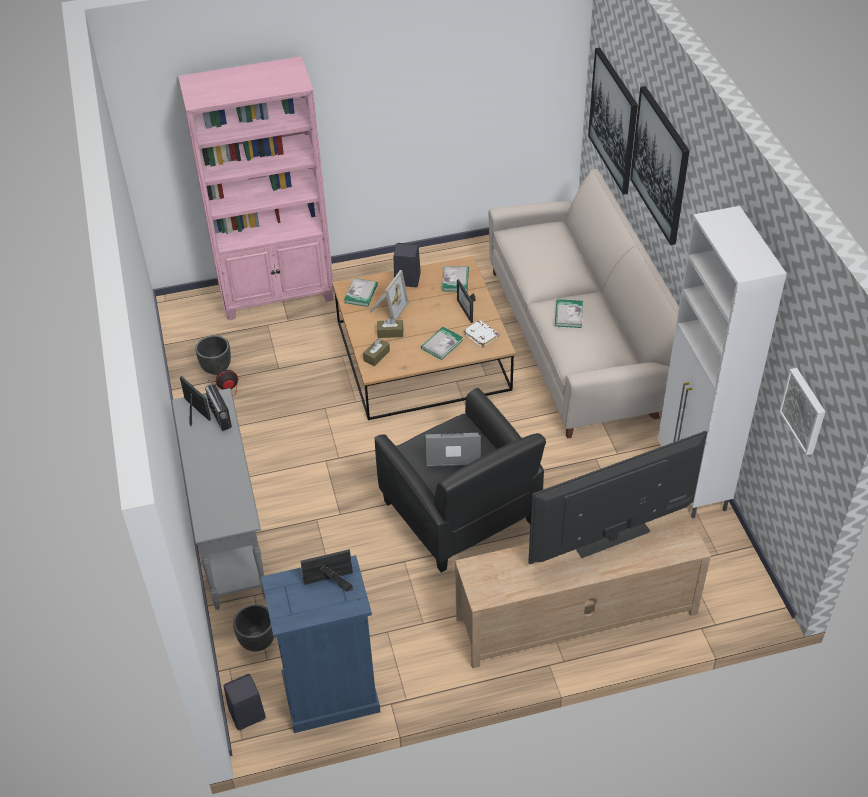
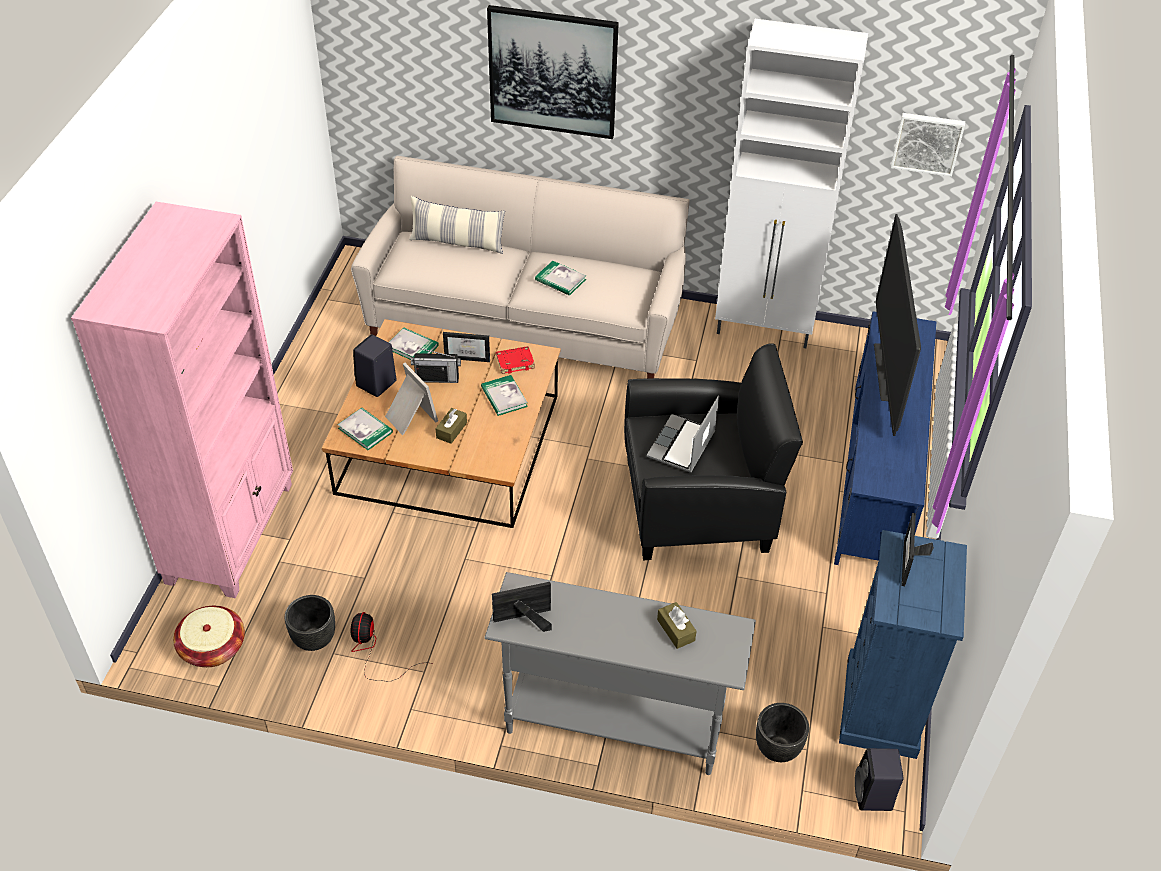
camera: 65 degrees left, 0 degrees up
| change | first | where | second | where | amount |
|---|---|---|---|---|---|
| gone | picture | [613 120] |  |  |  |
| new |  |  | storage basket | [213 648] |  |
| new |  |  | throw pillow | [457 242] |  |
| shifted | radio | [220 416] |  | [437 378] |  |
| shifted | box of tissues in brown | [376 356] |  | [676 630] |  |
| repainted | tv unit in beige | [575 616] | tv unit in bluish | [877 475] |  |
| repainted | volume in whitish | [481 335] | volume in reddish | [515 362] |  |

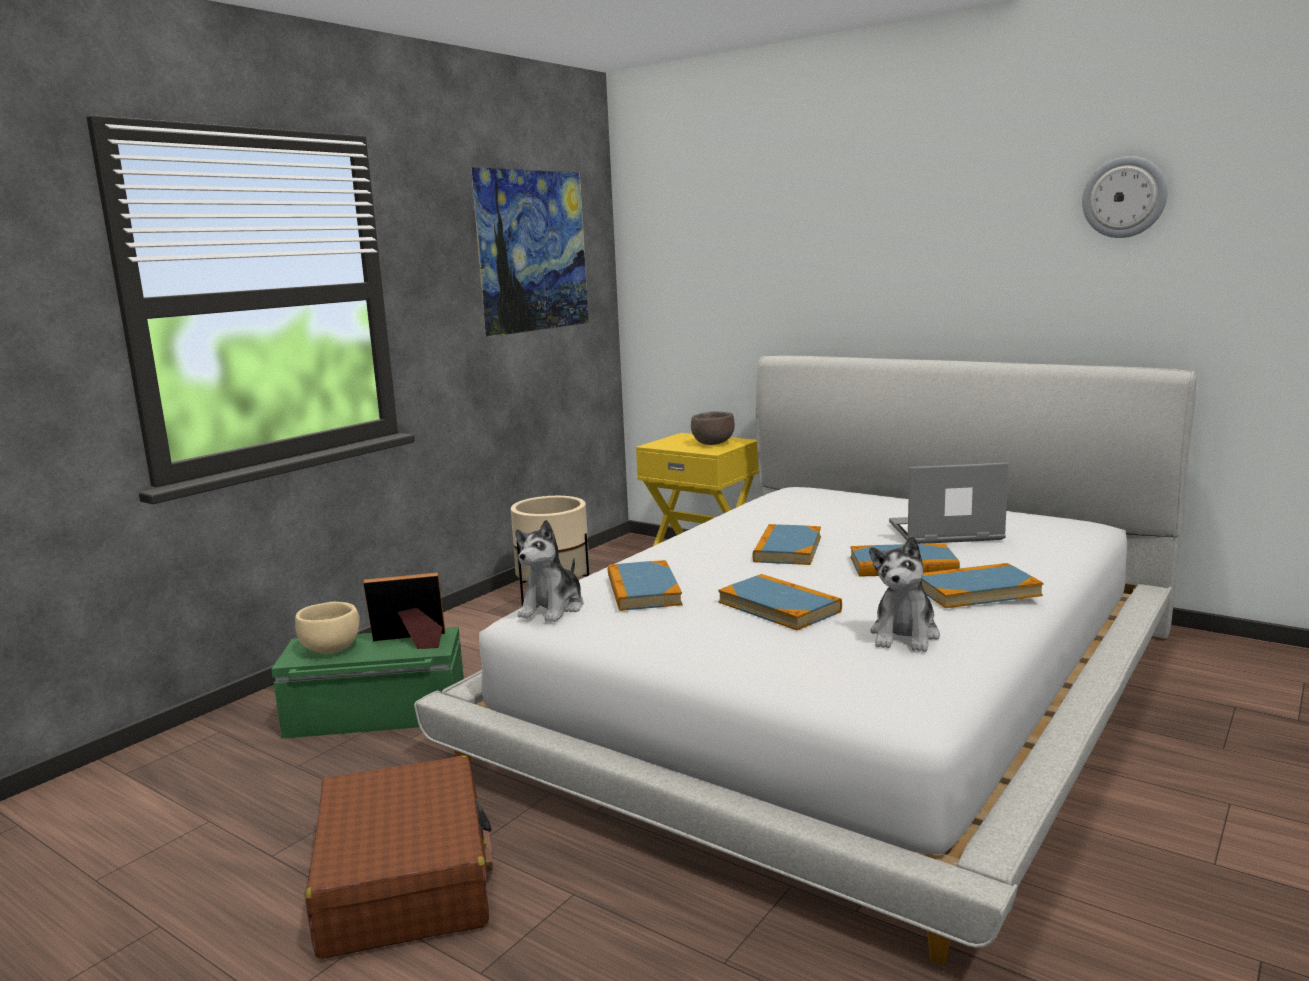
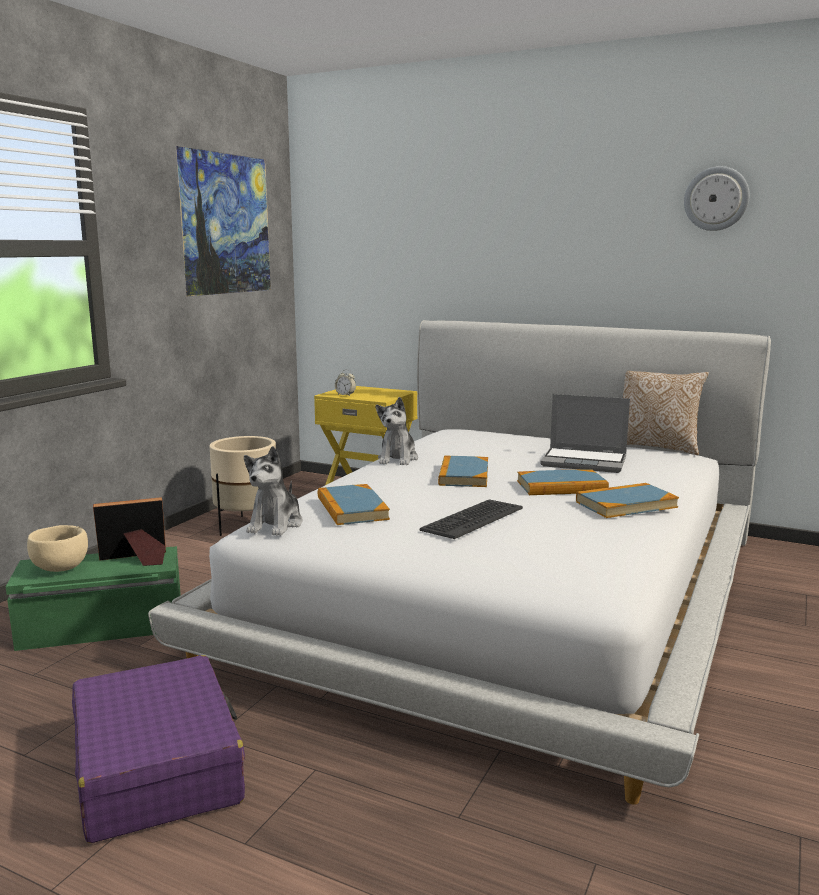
camera: 10 degrees left, 0 degrees up
| change | first | where | second | where | amount |
|---|---|---|---|---|---|
| gone | serving bowl in brown | [713 444] |  |  |  |
| new |  |  | table clock | [345 395] |  |
| new |  |  | throw pillow | [656 447] |  |
| shifted | soft toy | [905 635] |  | [398 459] |  |
| swapped | volume | [779 607] | computer keyboard | [472 519] |  |
| repainted | travel case in brown | [405 879] | travel case in purple | [157 767] |  |
| rotated | notebook computer | [944 533] |  | [585 462] | 150 degrees counterclockwise |

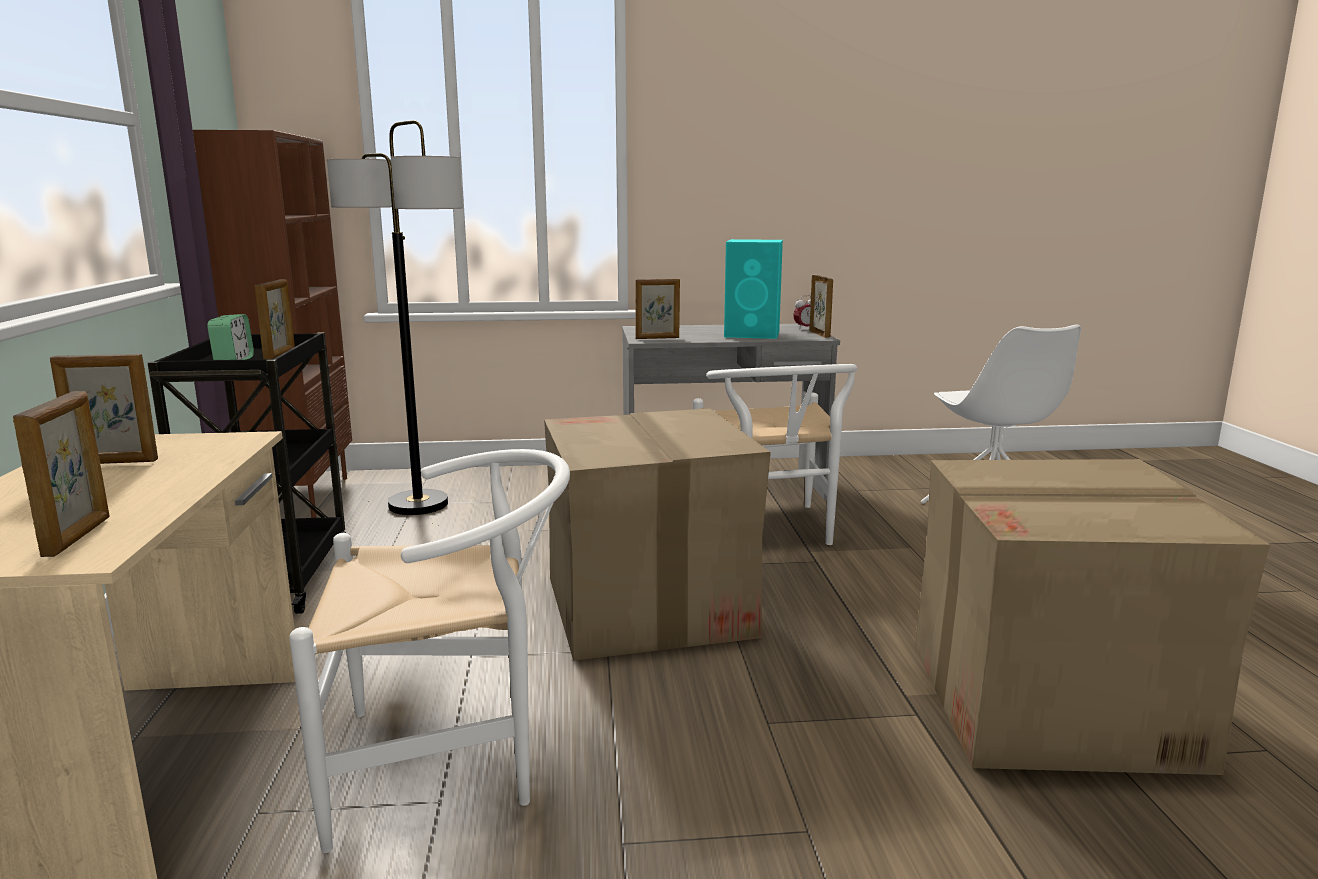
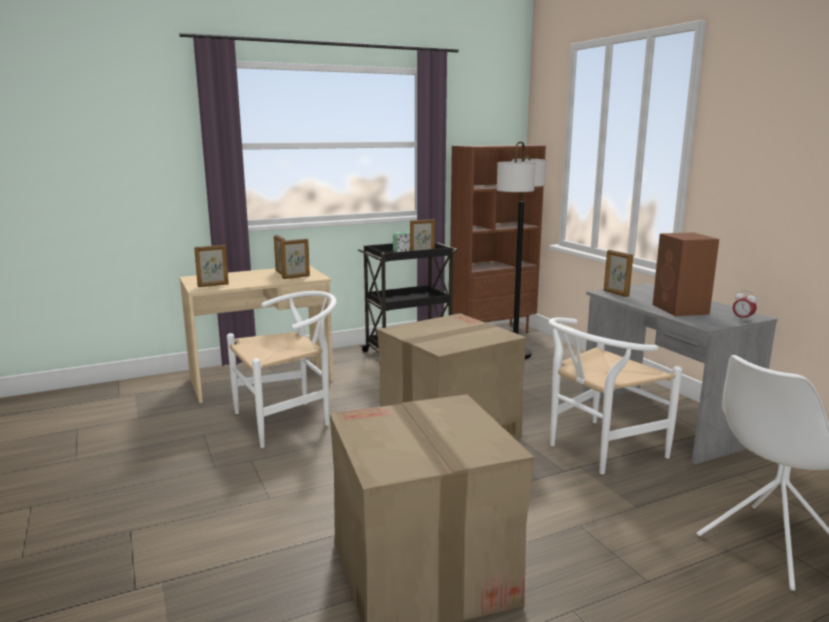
camera: 70 degrees right, 0 degrees up
| change | first | where | second | where | amount |
|---|---|---|---|---|---|
| shifted | standing frame | [819 334] |  | [296 277] |  |
| repainted | loudspeaker in turquoise-coloured | [753 334] | loudspeaker in brown | [681 310] |  |
| rotated | plain chair in whitish | [454 762] |  | [290 419] | 90 degrees counterclockwise |

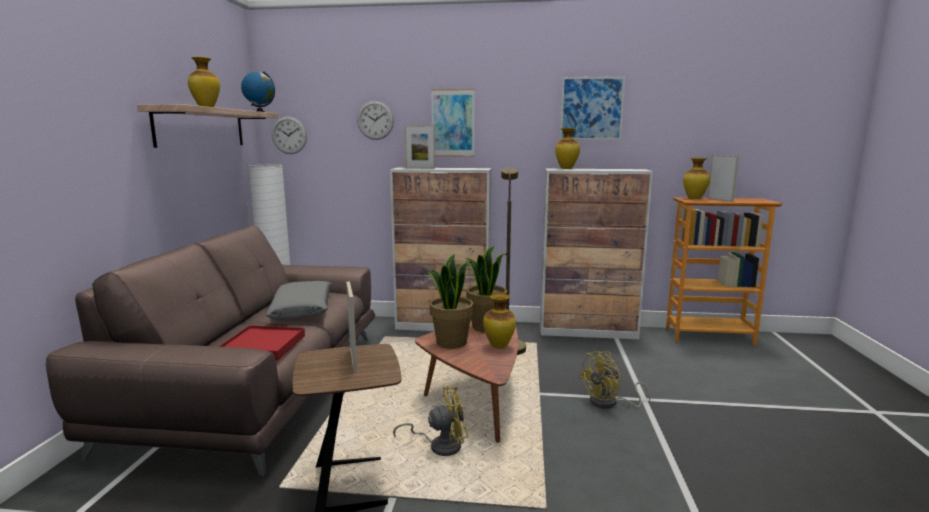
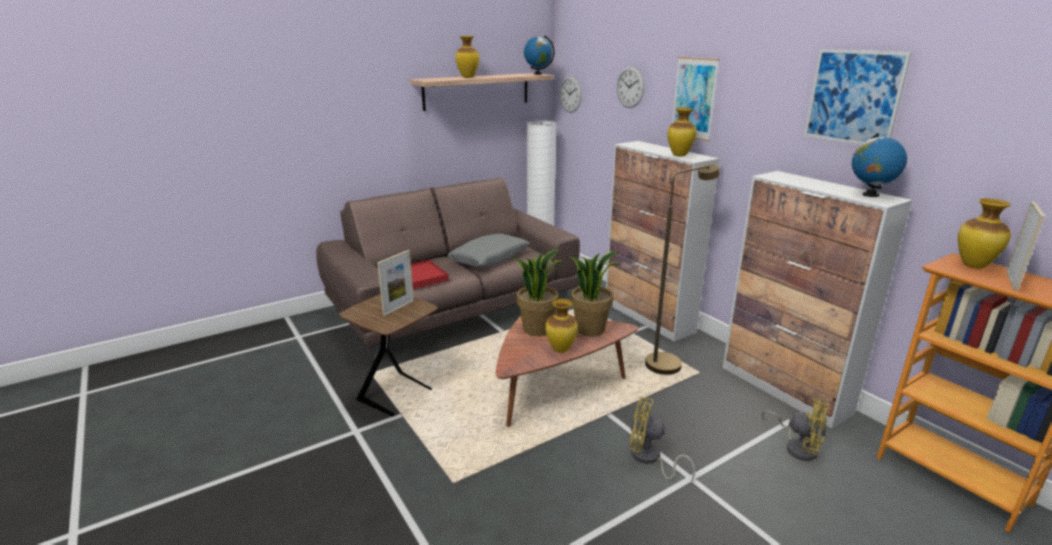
camera: 50 degrees right, 10 degrees up
| change | first | where | second | where | amount |
|---|---|---|---|---|---|
| gone | standing frame | [420 168] |  |  |  |
| new |  |  | world globe | [870 195] |  |
| shifted | electric fan in yellowish | [440 446] |  | [797 447] |  |
| shifted | decorative vase | [567 168] |  | [679 155] |  |

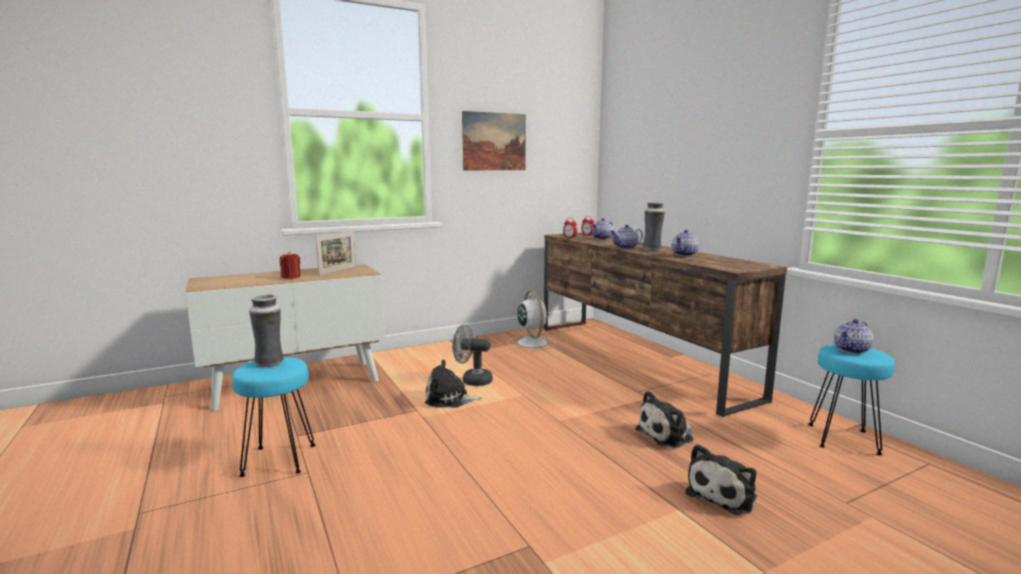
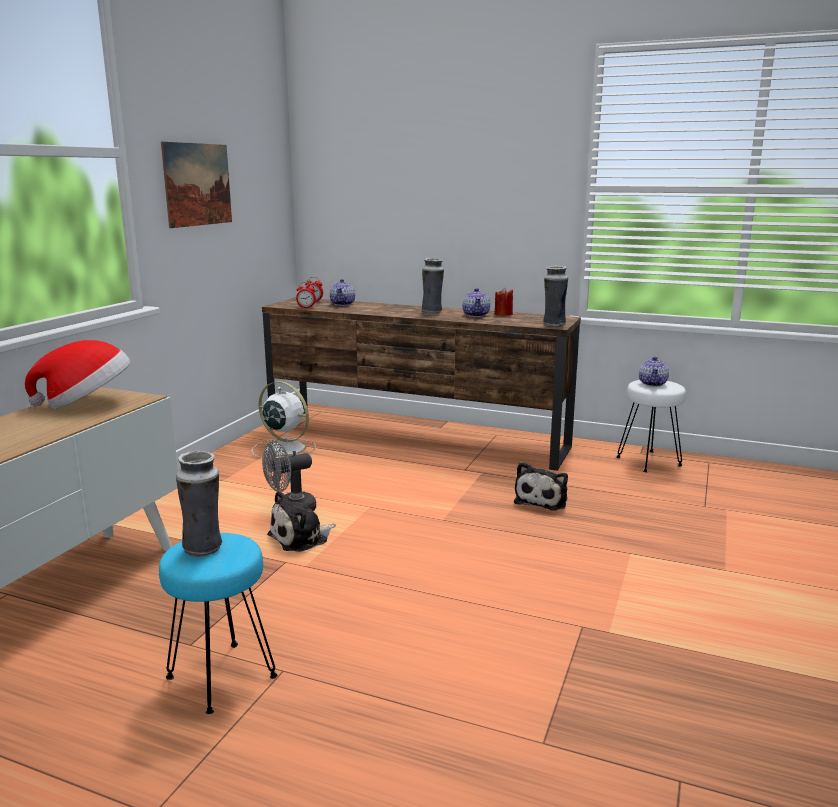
camera: 40 degrees left, 5 degrees up
| change | first | where | second | where | amount |
|---|---|---|---|---|---|
| gone | tea pot | [626 247] |  |  |  |
| gone | soft toy | [723 494] |  |  |  |
| new |  |  | decorative vase | [553 325] |  |
| shifted | wax candle in reddish | [291 277] |  | [503 314] |  |
| swapped | standing frame | [338 271] | clothing hat | [87 403] |  |
| repainted | sitting stool in turquoise-coloured | [844 439] | sitting stool in whitish | [649 461] |  |

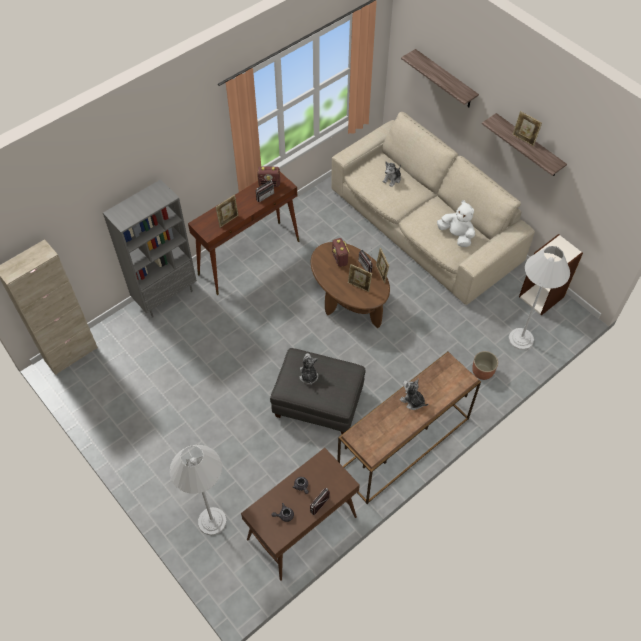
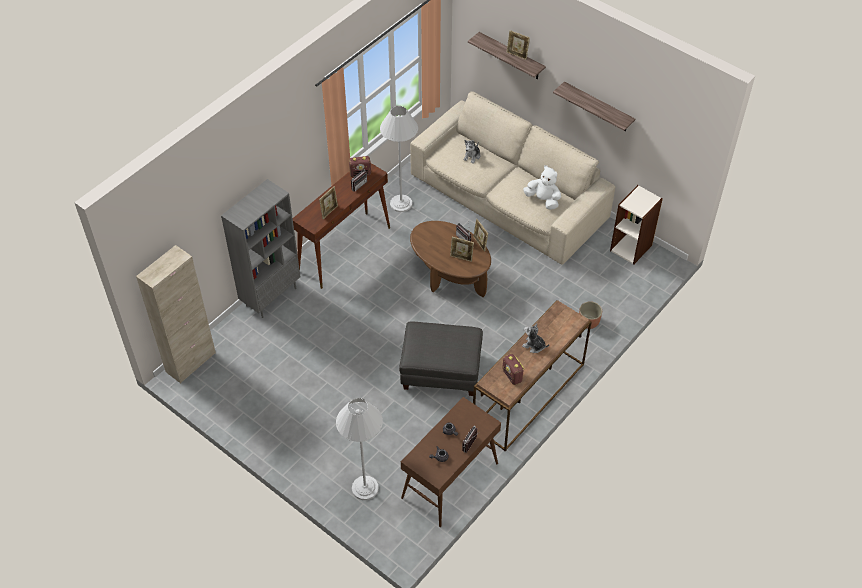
camera: 10 degrees left, 5 degrees down
| change | first | where | second | where | amount |
|---|---|---|---|---|---|
| gone | soft toy | [308 376] |  |  |  |
| shifted | radio | [340 259] |  | [512 376] |  |
| shifted | standing lamp in whitish | [521 339] |  | [401 203] |  |
| shifted | standing frame | [523 139] |  | [517 55] |  |

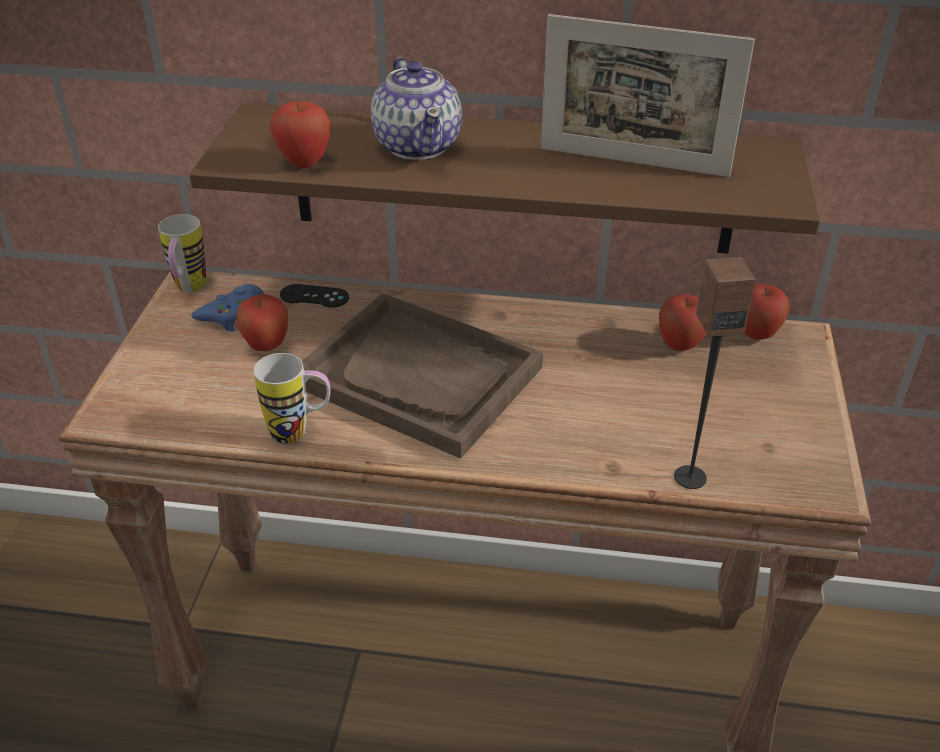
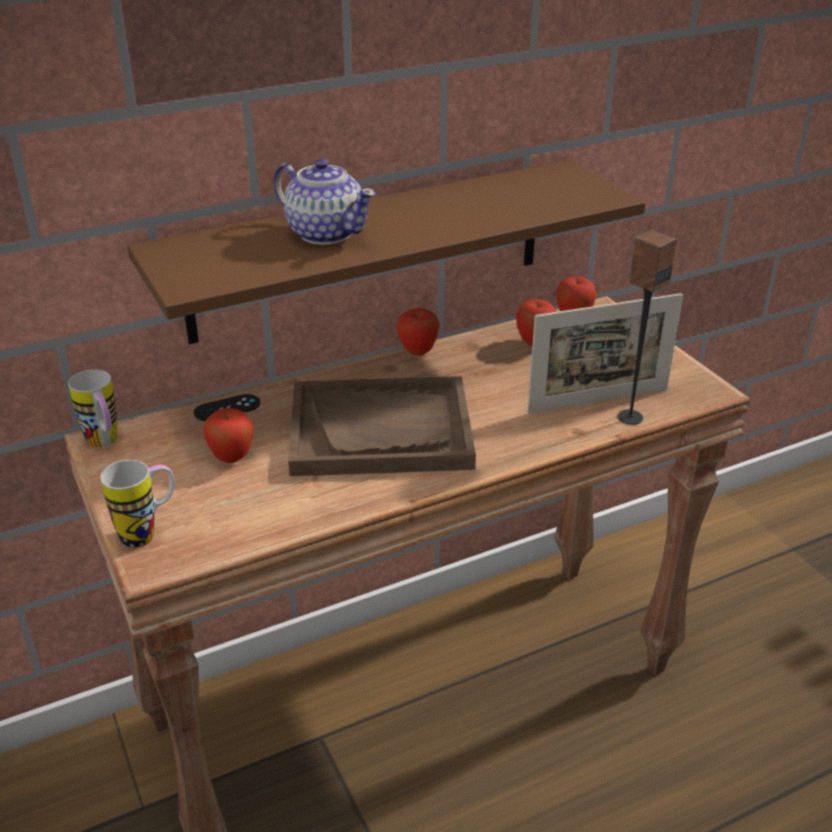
camera: 35 degrees left, 5 degrees down
| change | first | where | second | where | amount |
|---|---|---|---|---|---|
| gone | joypad in bluish | [234 313] |  |  |  |
| shifted | coffee mug | [300 432] |  | [148 532] |  |
| shifted | apple | [304 163] |  | [418 352] |  |
| shifted | standing frame | [633 162] |  | [598 401] |  |

